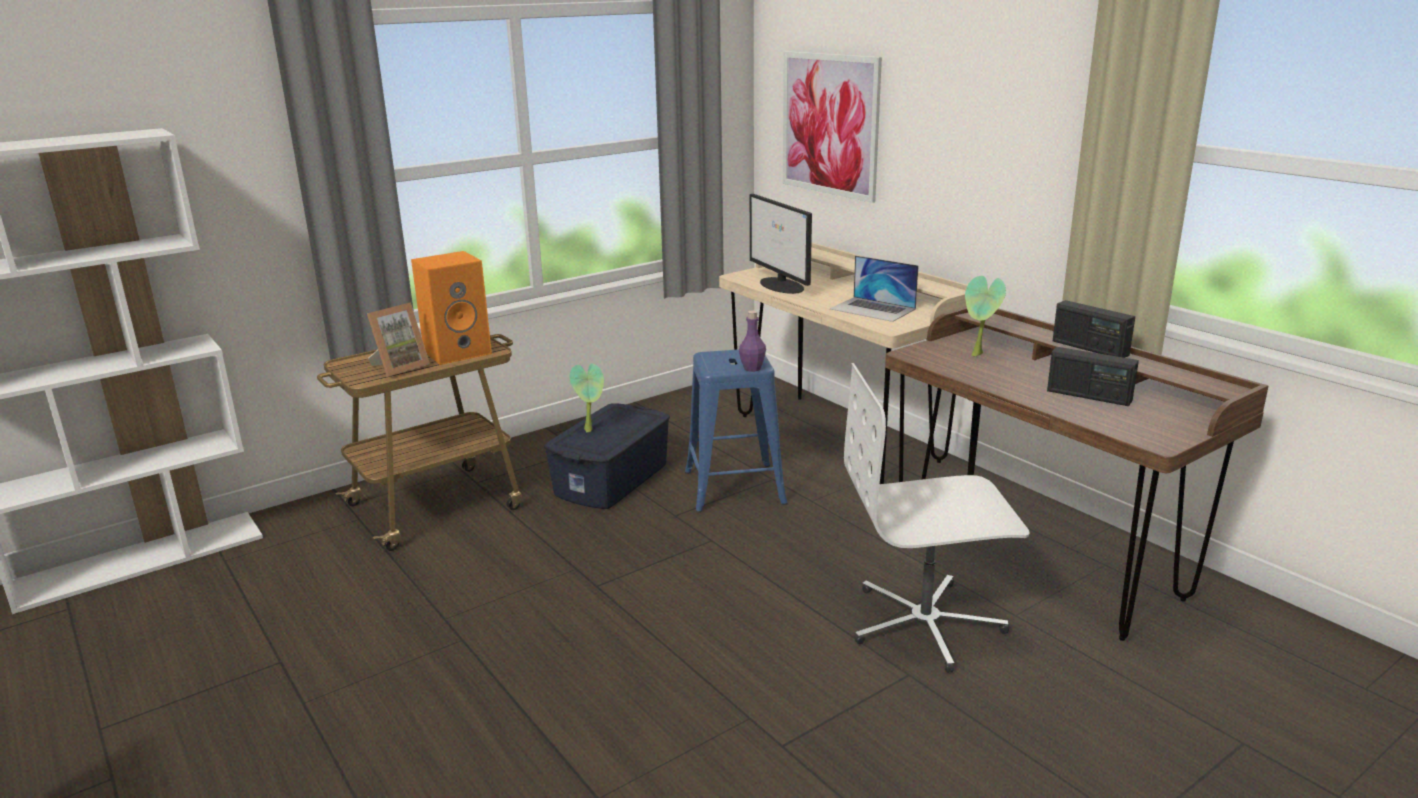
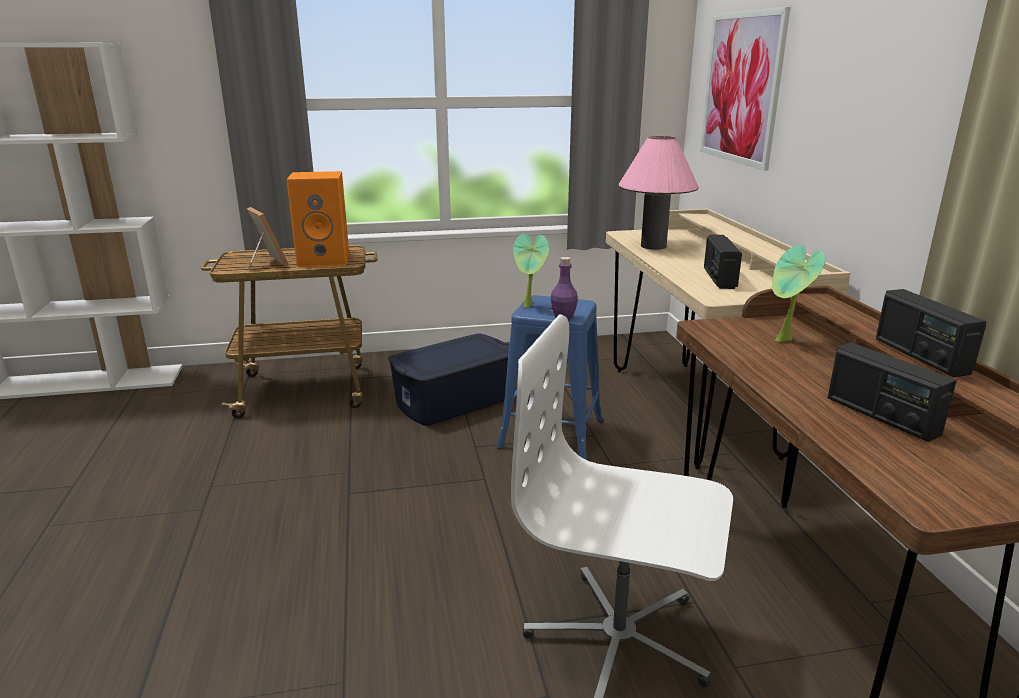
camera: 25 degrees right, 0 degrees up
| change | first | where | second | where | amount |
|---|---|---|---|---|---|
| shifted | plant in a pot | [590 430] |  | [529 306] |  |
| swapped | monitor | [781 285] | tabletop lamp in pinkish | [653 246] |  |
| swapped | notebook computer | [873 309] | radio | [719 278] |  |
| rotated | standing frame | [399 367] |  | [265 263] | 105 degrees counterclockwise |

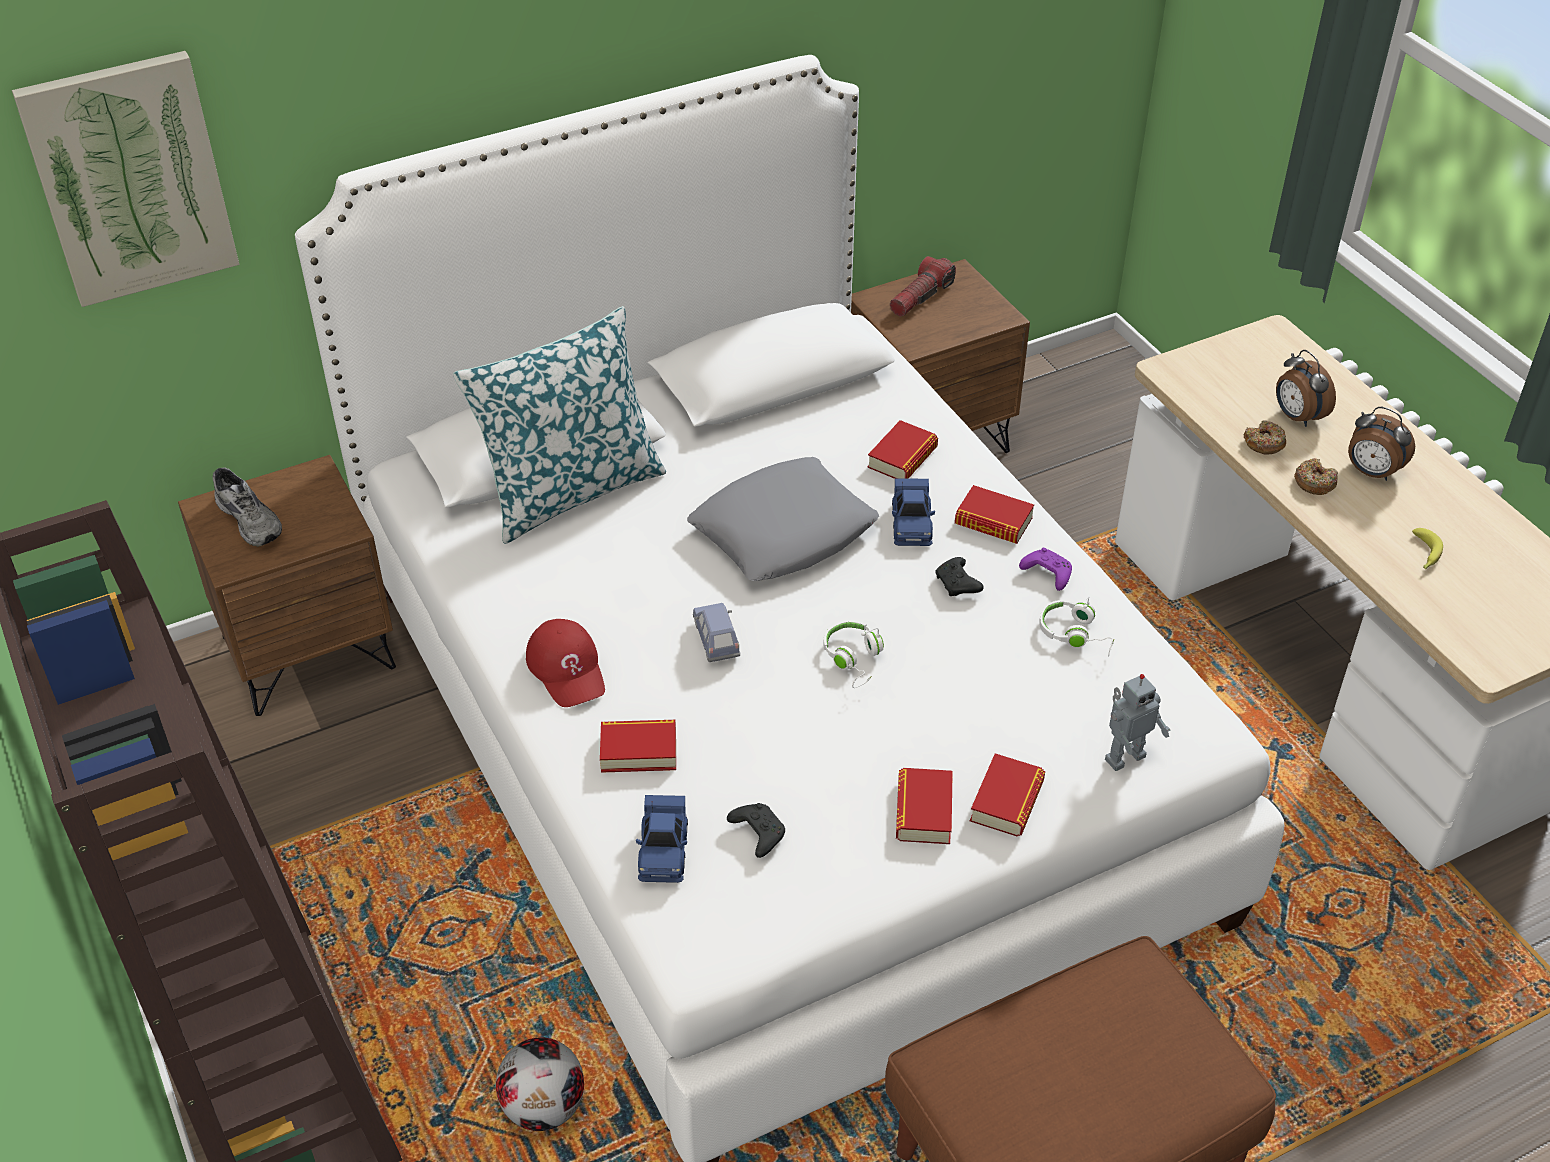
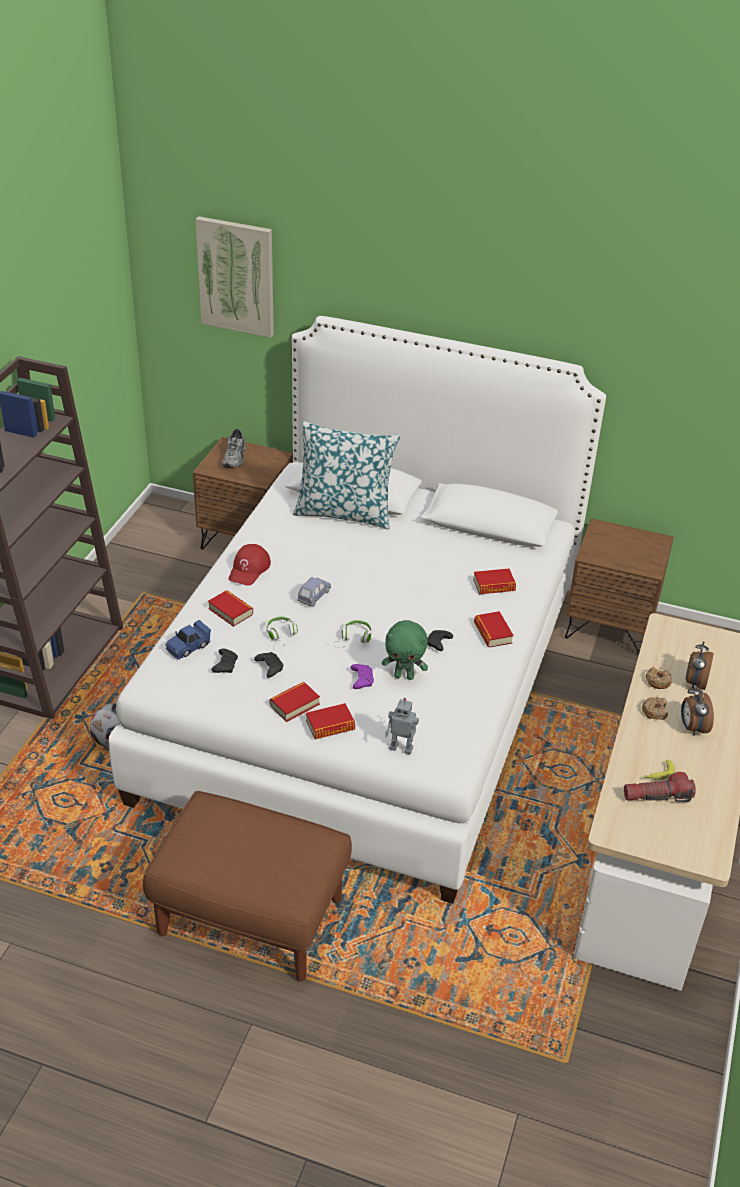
camera: 45 degrees right, 5 degrees down
| change | first | where | second | where | amount |
|---|---|---|---|---|---|
| gone | throw pillow in grey | [783 531] |  |  |  |
| gone | toy car in bluish | [911 524] |  |  |  |
| new |  |  | joypad in blackish | [269 667] |  |
| new |  |  | soft toy in green | [404 676] |  |
| shifted | flashlight | [921 297] |  | [657 796] |  |
| shifted | joypad in purple | [1046 574] |  | [361 680] |  |
| shifted | pair of headphones in whitish | [1076 634] |  | [281 636] |  |

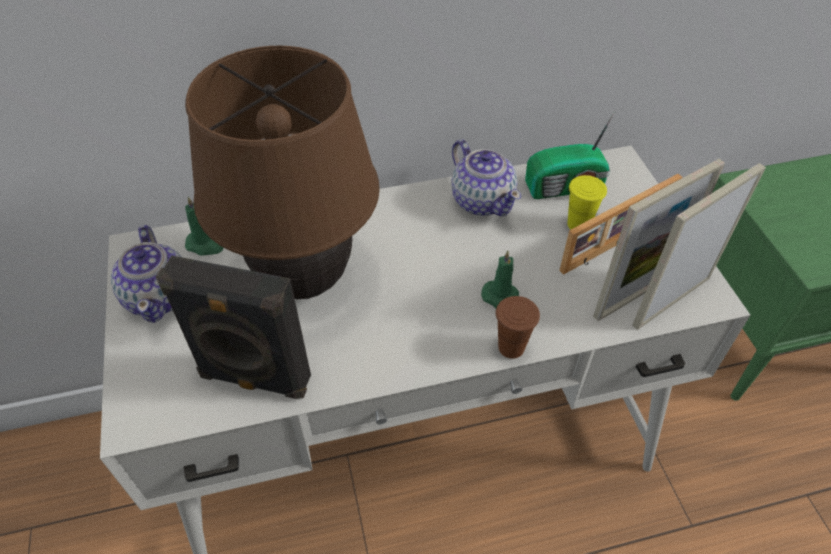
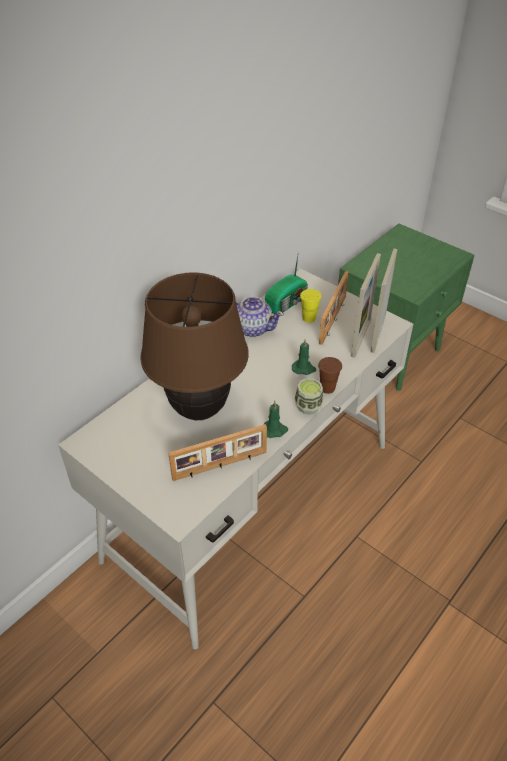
camera: 35 degrees left, 5 degrees down
| change | first | where | second | where | amount |
|---|---|---|---|---|---|
| gone | tea pot | [160 296] |  |  |  |
| new |  |  | cup | [308 406] |  |
| shifted | wax candle in green | [205 244] |  | [275 430] |  |
| swapped | loudspeaker in blackish | [254 379] | standing frame | [220 466] |  |

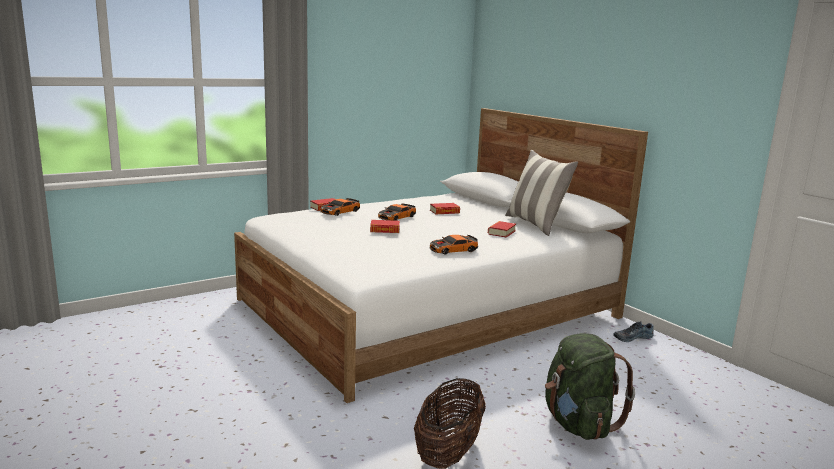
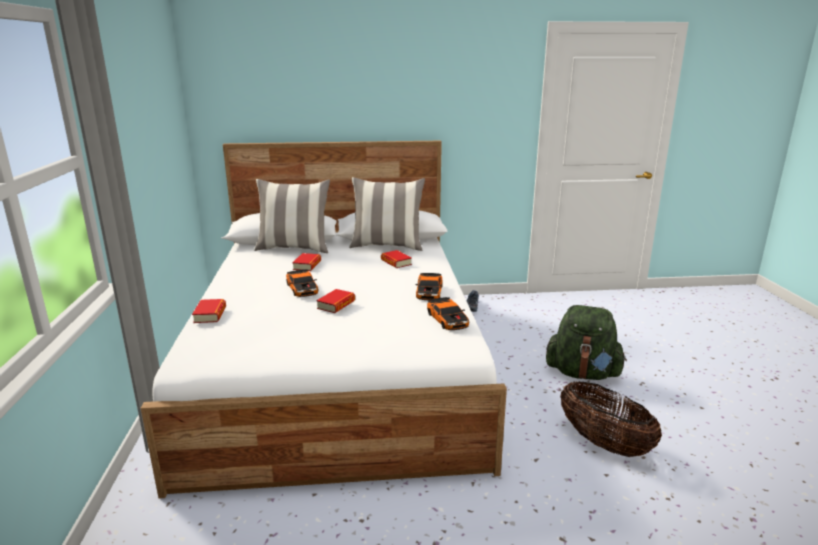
camera: 60 degrees left, 5 degrees up
| change | first | where | second | where | amount |
|---|---|---|---|---|---|
| new |  |  | throw pillow | [294 248] |  |
| shifted | toy car | [340 211] |  | [448 319] |  |

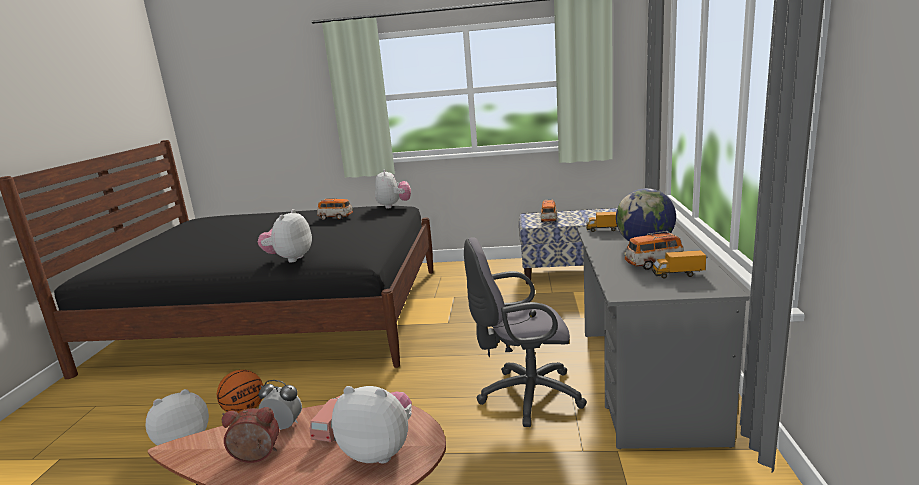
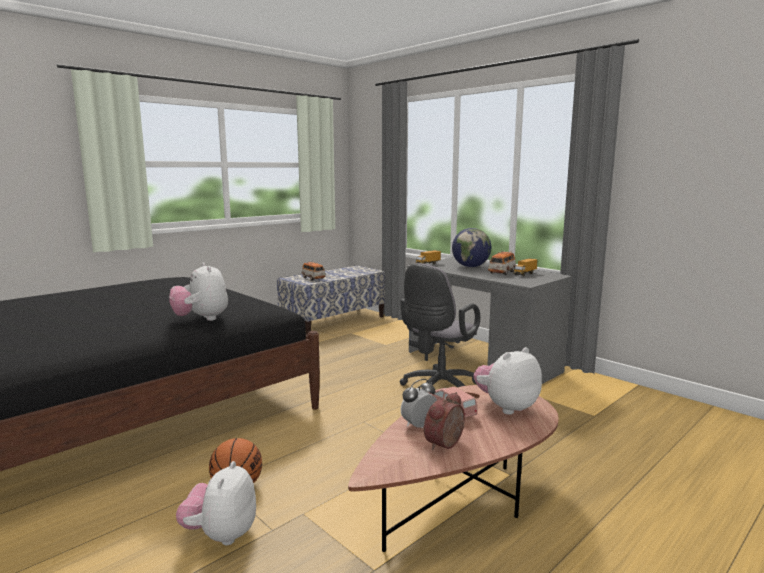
camera: 50 degrees left, 5 degrees down
| change | first | where | second | where | amount |
|---|---|---|---|---|---|
| gone | toy car | [336 217] |  |  |  |
| gone | soft toy | [393 206] |  |  |  |

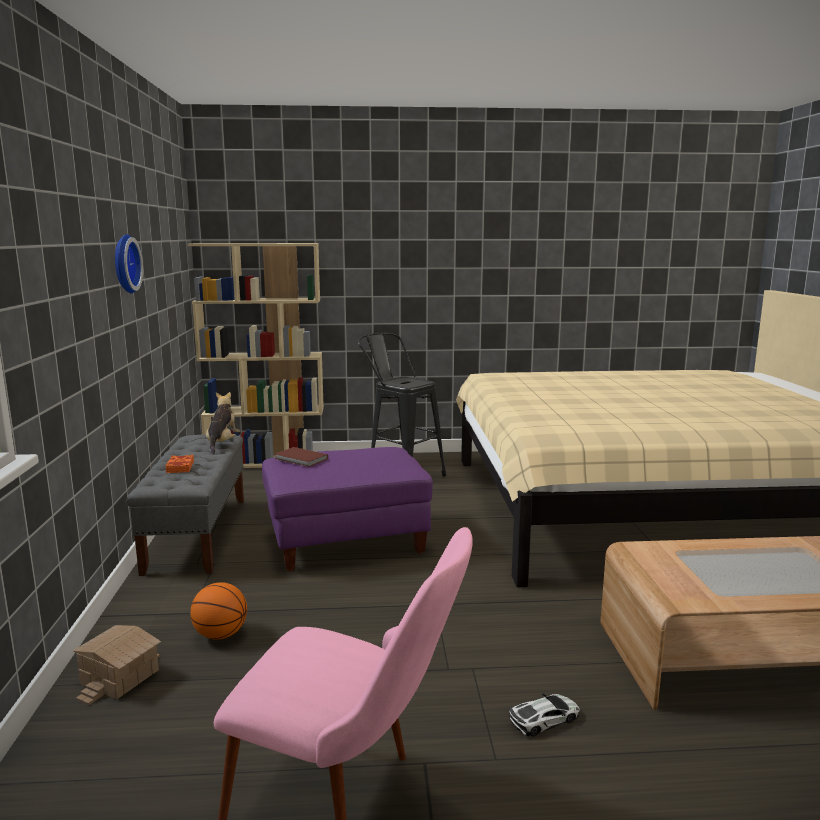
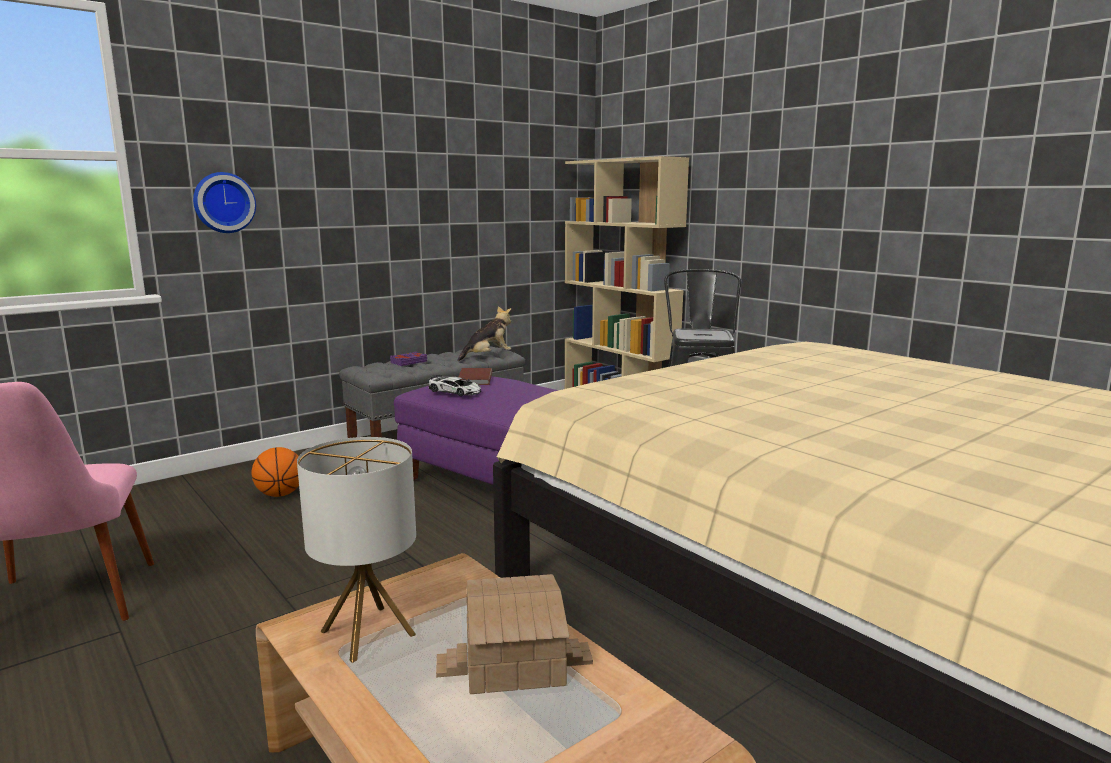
camera: 55 degrees right, 0 degrees up
| change | first | where | second | where | amount |
|---|---|---|---|---|---|
| new |  |  | tabletop lamp | [367 632] |  |
| shifted | toy house | [119 676] |  | [514 659] |  |
| shifted | hanging clock | [123 264] |  | [223 202] |  |
| shifted | toy car | [544 719] |  | [455 391] |  |
| repainted | volume in orange-coloured | [179 467] | volume in purple | [408 362] |  |

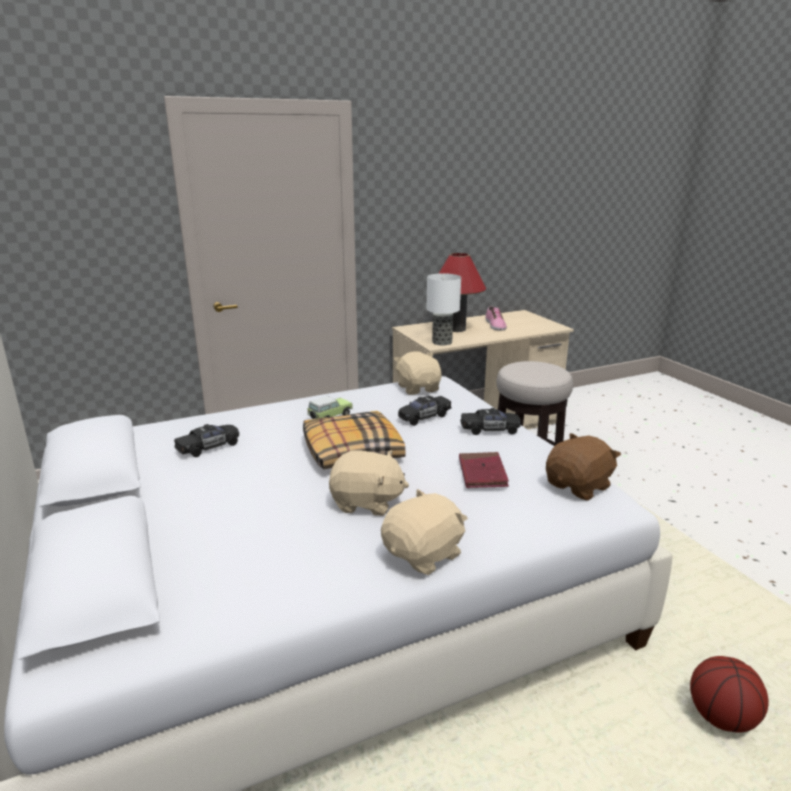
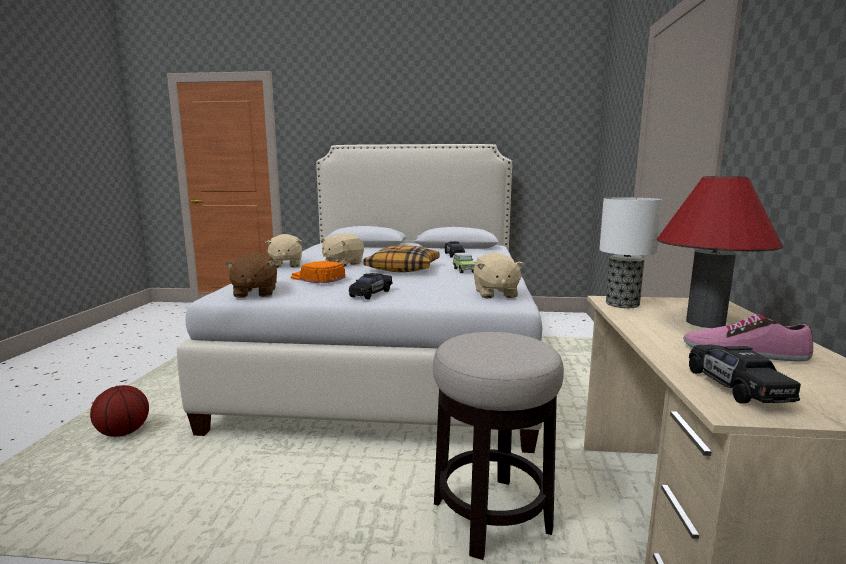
camera: 120 degrees right, 10 degrees down
| change | first | where | second | where | amount |
|---|---|---|---|---|---|
| shifted | toy car in blackish | [424 417] |  | [735 387] |  |
| swapped | volume in reddish | [482 473] | baseball cap in orange-coloured | [317 278] |  |
| rotated | soft toy in beige | [418 388] |  | [495 294] | 75 degrees clockwise |

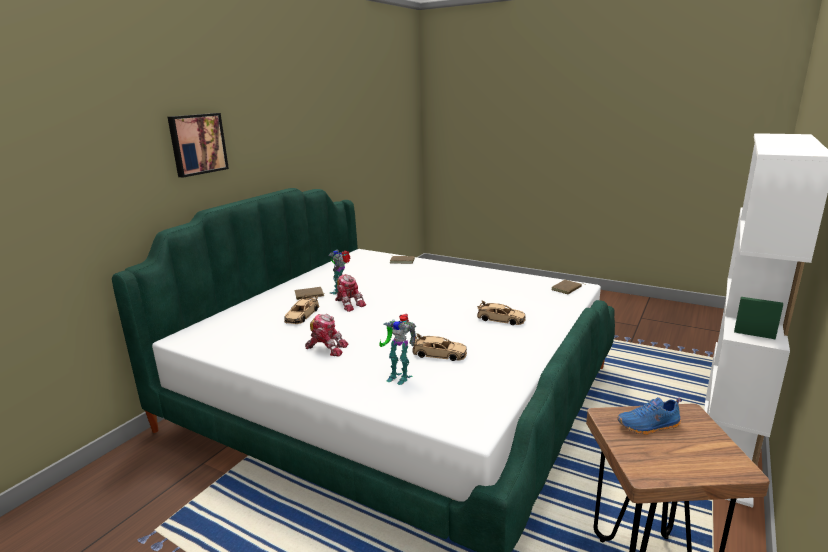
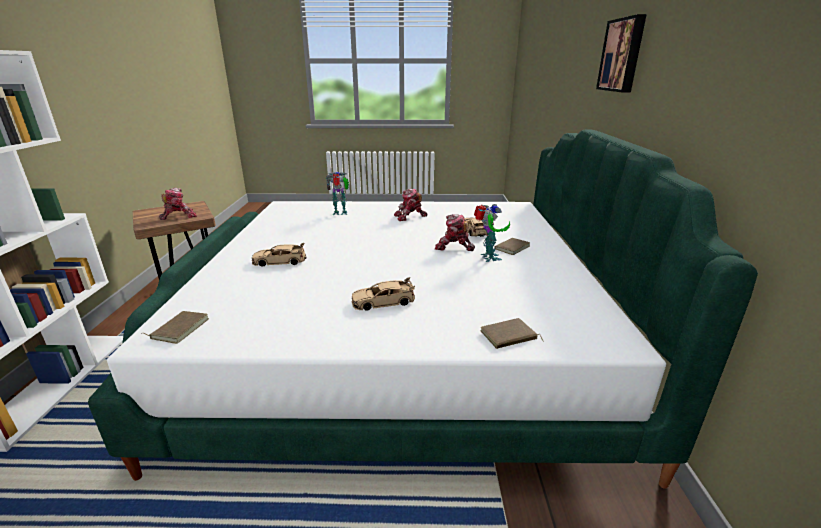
camera: 150 degrees right, 5 degrees up
| change | first | where | second | where | amount |
|---|---|---|---|---|---|
| shifted | toy car in beige | [439 354] |  | [383 302] |  |
| swapped | low shoe in bluish | [649 426] | toy robot | [179 216] |  |

